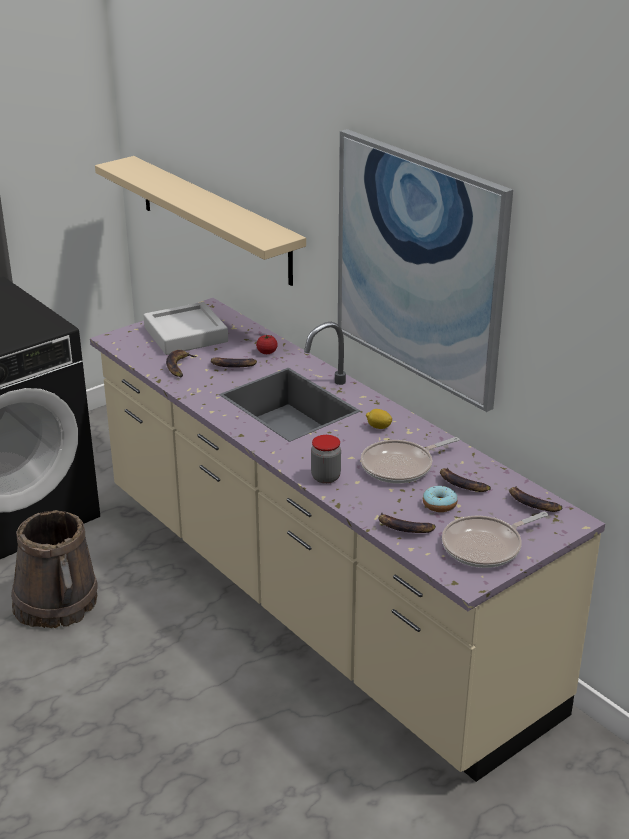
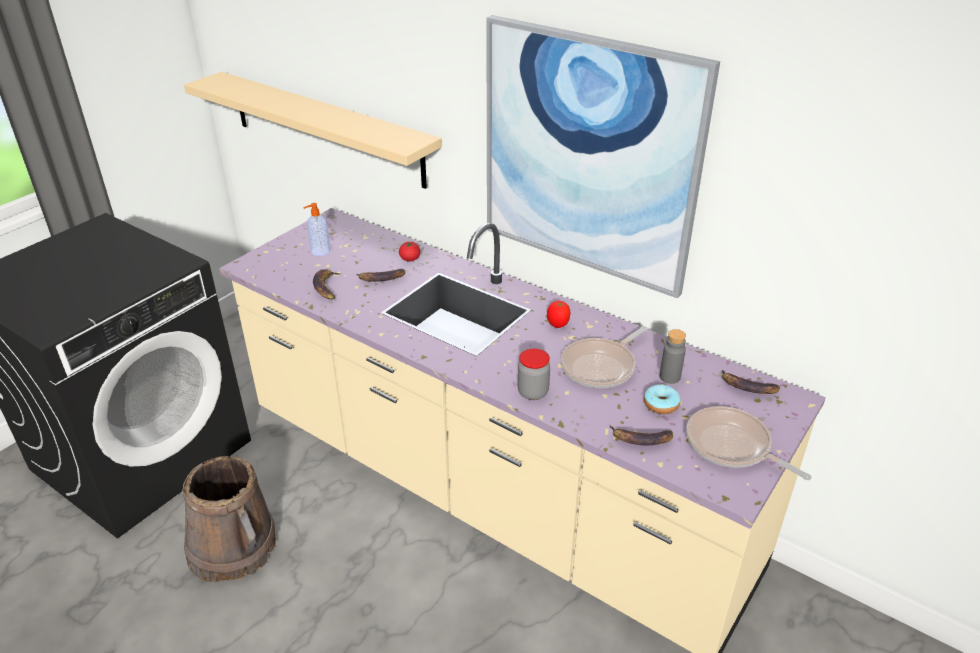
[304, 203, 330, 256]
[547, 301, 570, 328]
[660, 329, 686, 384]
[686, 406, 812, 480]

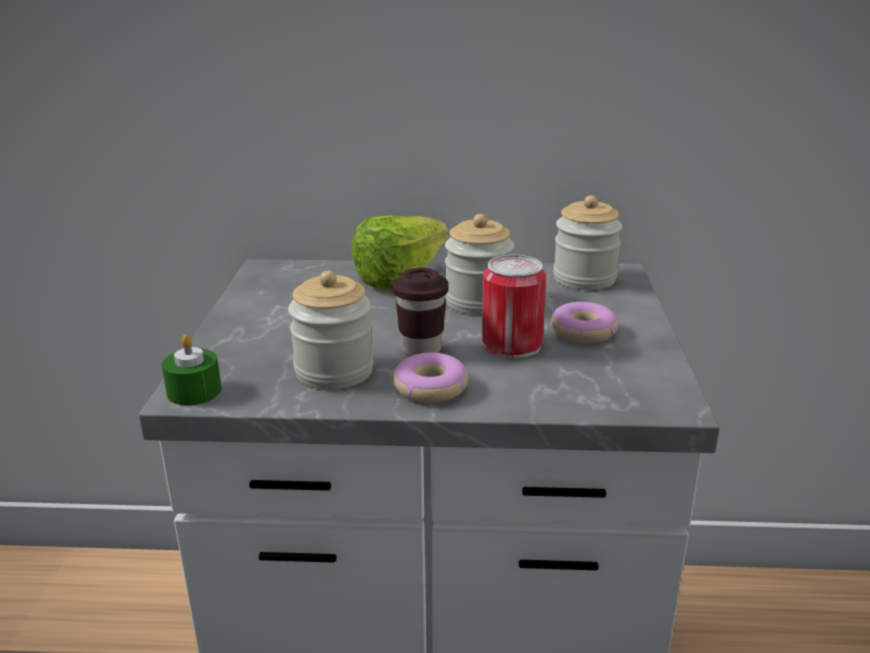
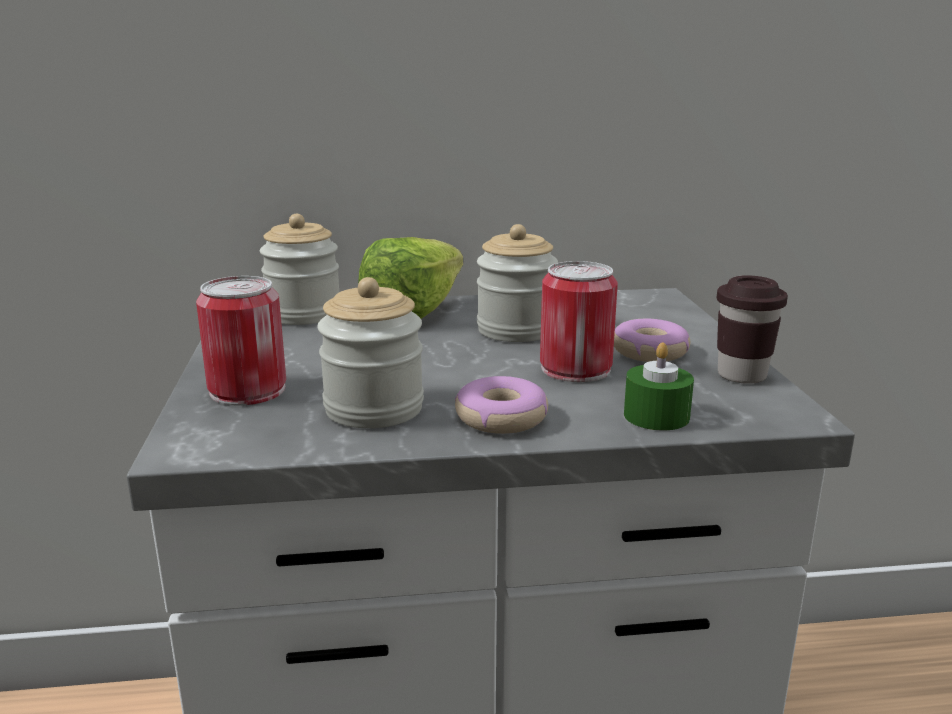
[260, 214, 339, 325]
[717, 275, 788, 384]
[624, 342, 694, 430]
[196, 276, 286, 406]

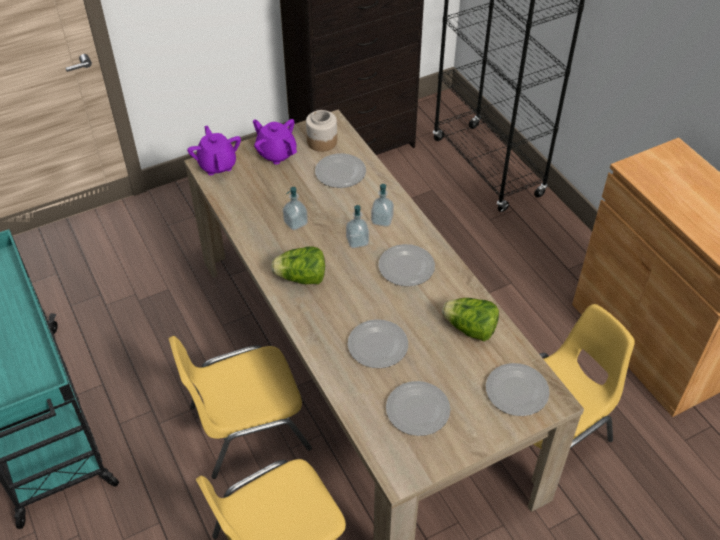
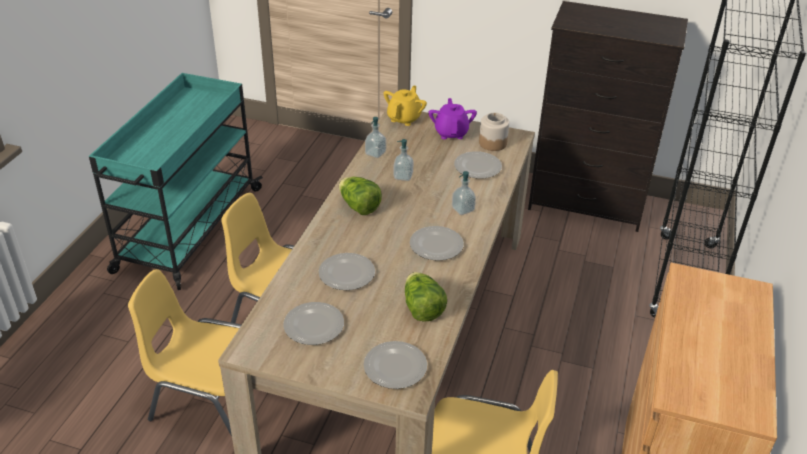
[384, 85, 427, 126]
[365, 117, 386, 158]

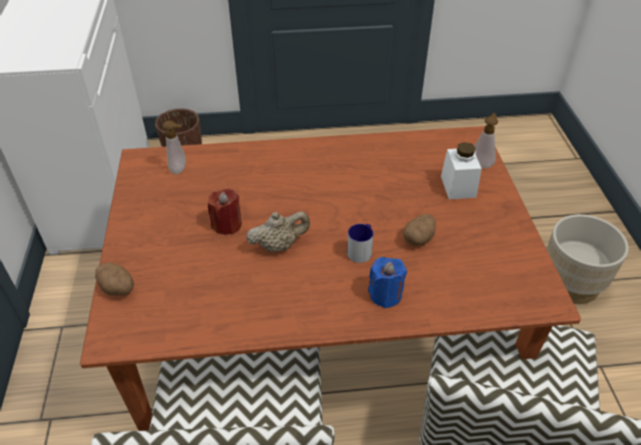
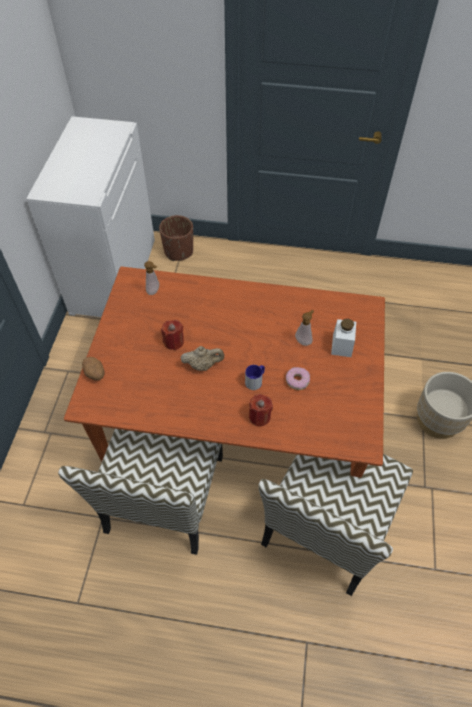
[295, 310, 314, 346]
[286, 367, 310, 390]
[249, 394, 273, 426]

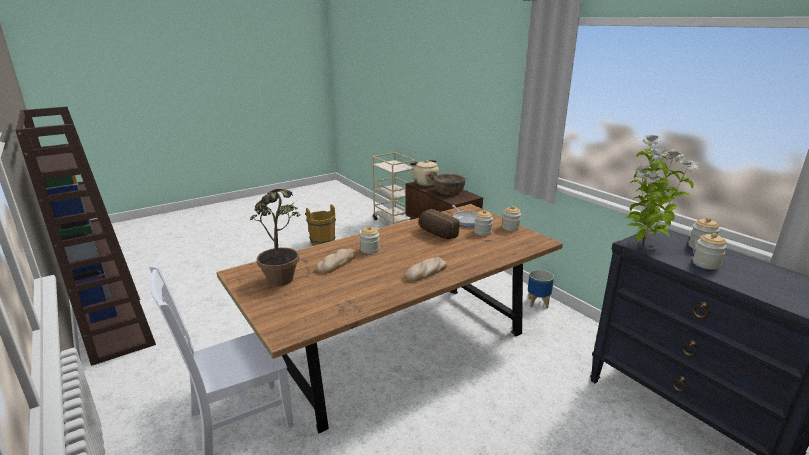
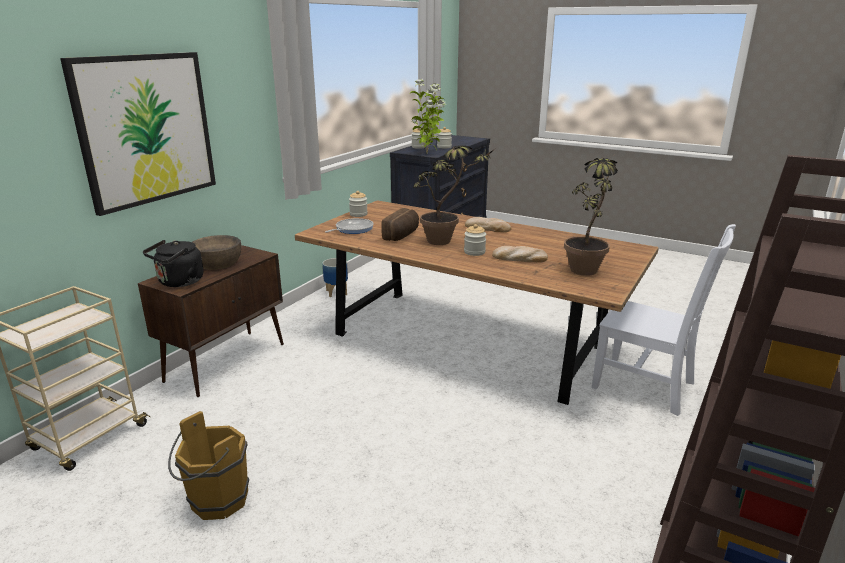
[143, 240, 203, 287]
[474, 210, 493, 236] (first image)
[60, 52, 216, 216]
[413, 145, 495, 245]

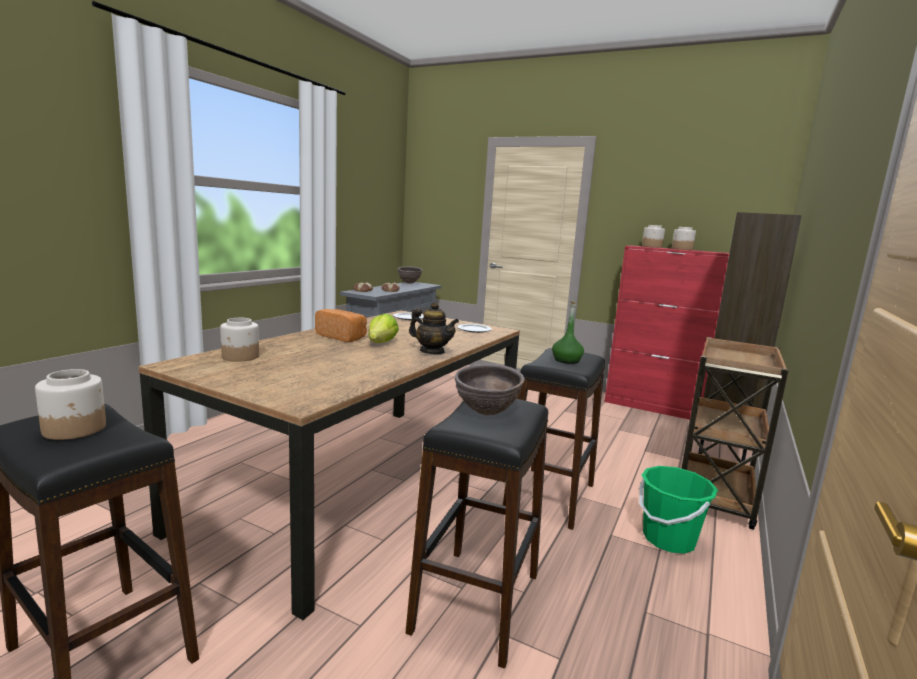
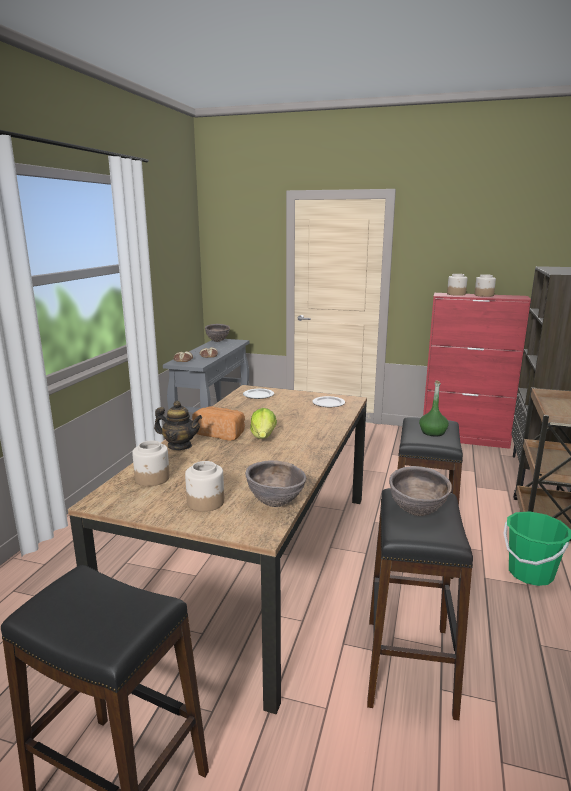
[154, 401, 202, 450]
[185, 461, 224, 512]
[245, 460, 307, 507]

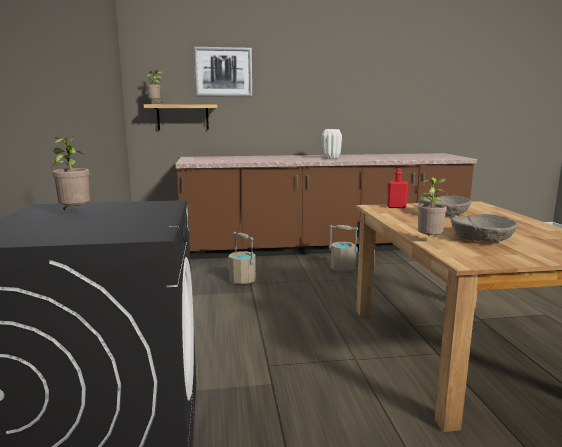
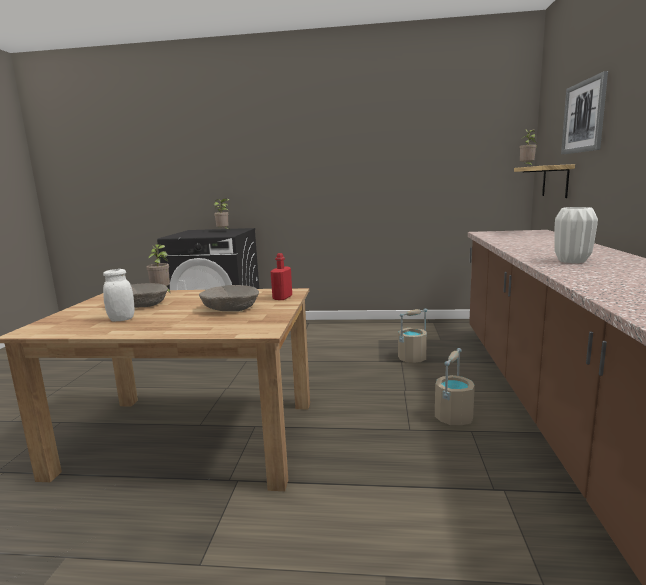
[103, 269, 134, 321]

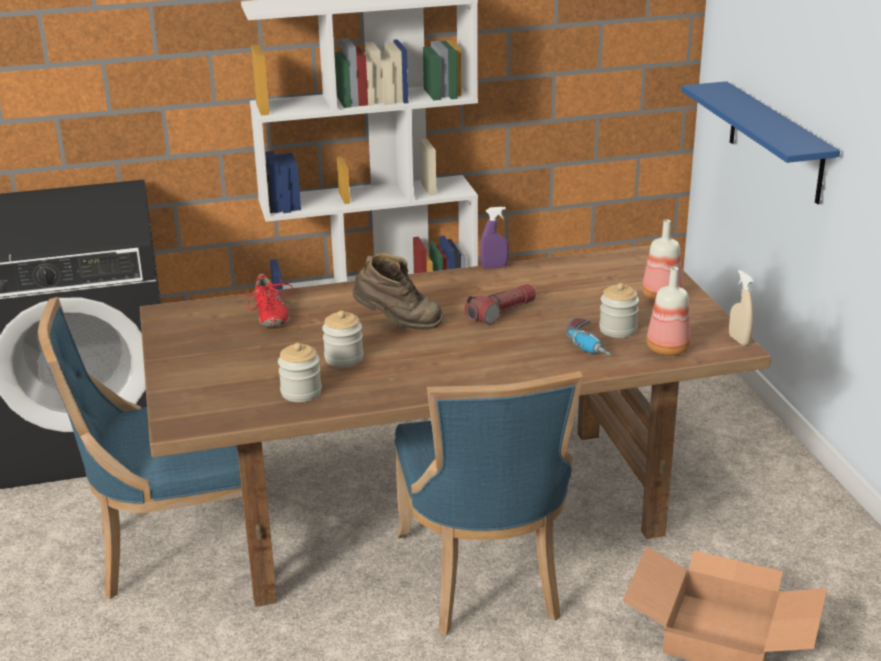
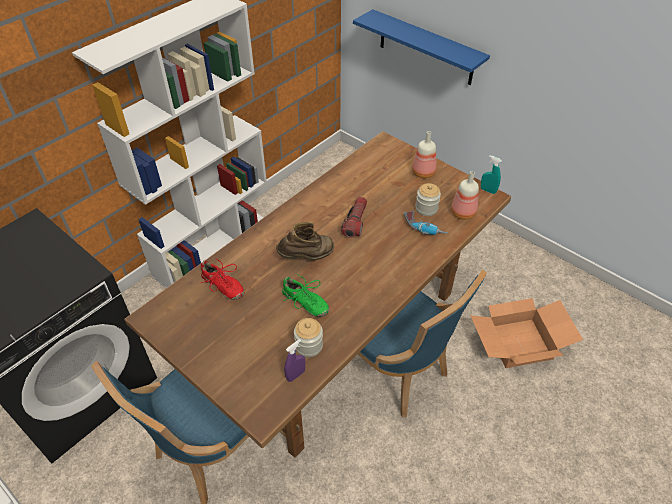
[284, 339, 305, 382]
[481, 155, 502, 194]
[282, 274, 329, 317]

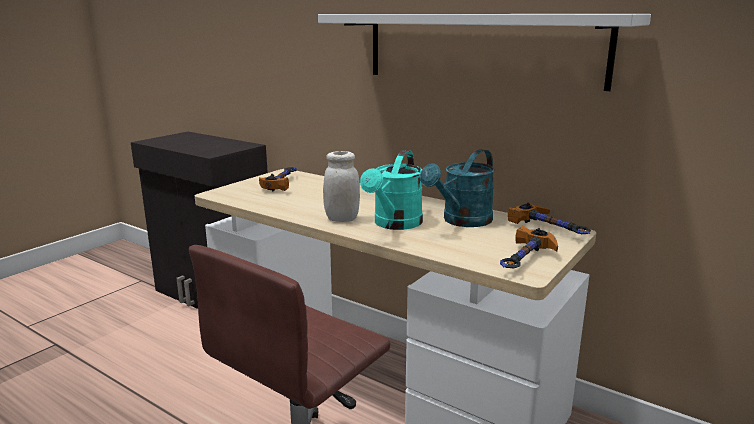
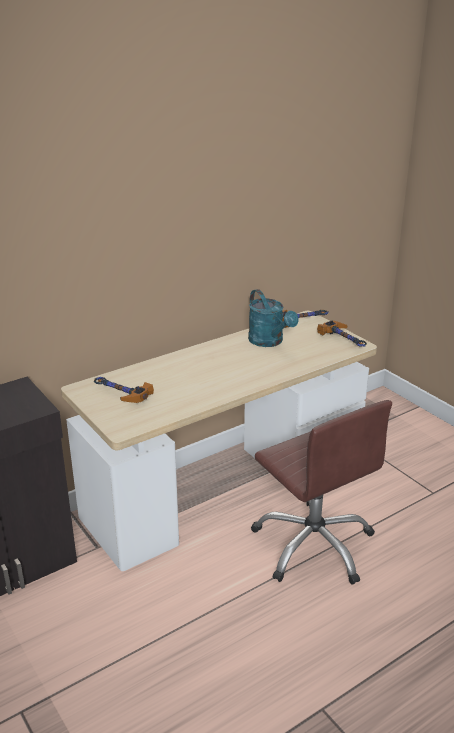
[318, 14, 651, 91] (first image)
[360, 150, 423, 230] (first image)
[323, 151, 360, 222] (first image)

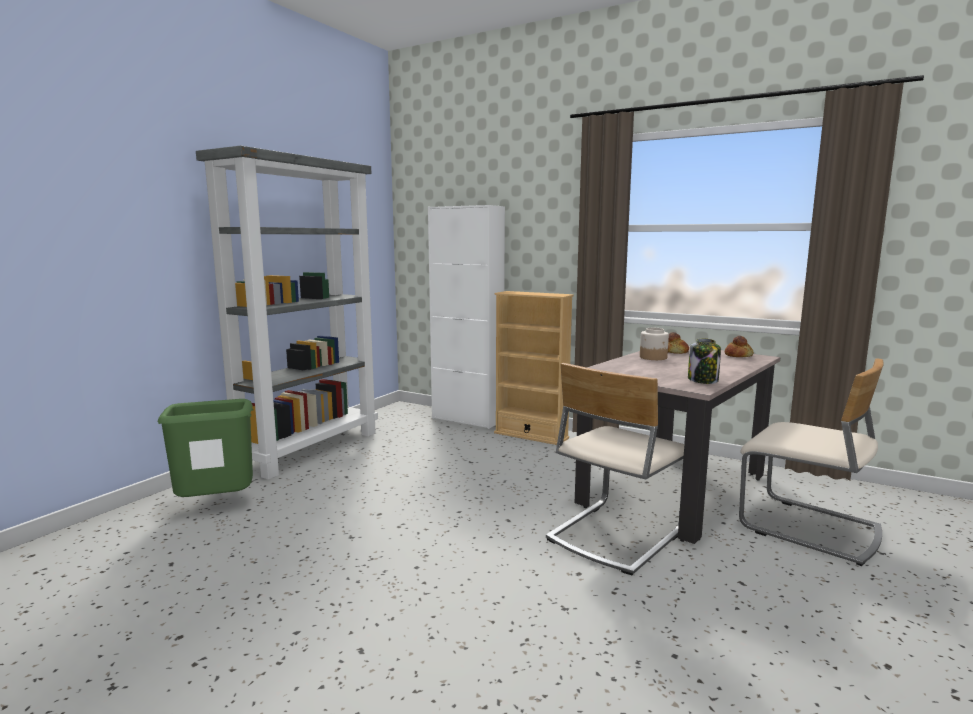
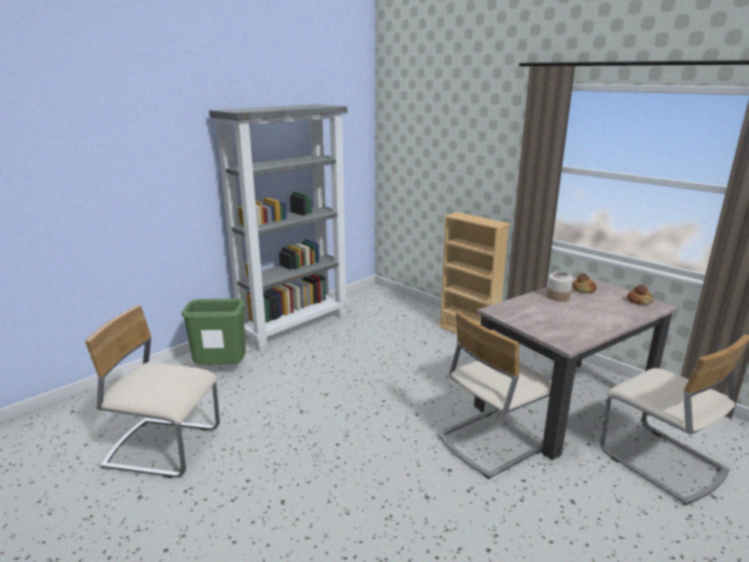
[428, 205, 505, 429] (first image)
[688, 338, 721, 384] (first image)
[85, 305, 220, 478]

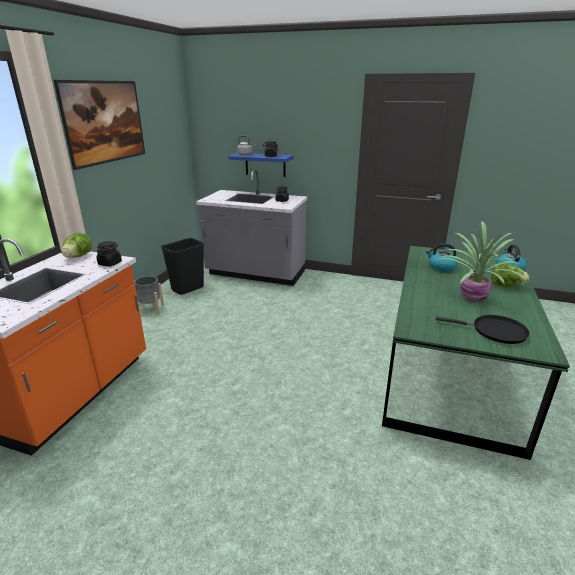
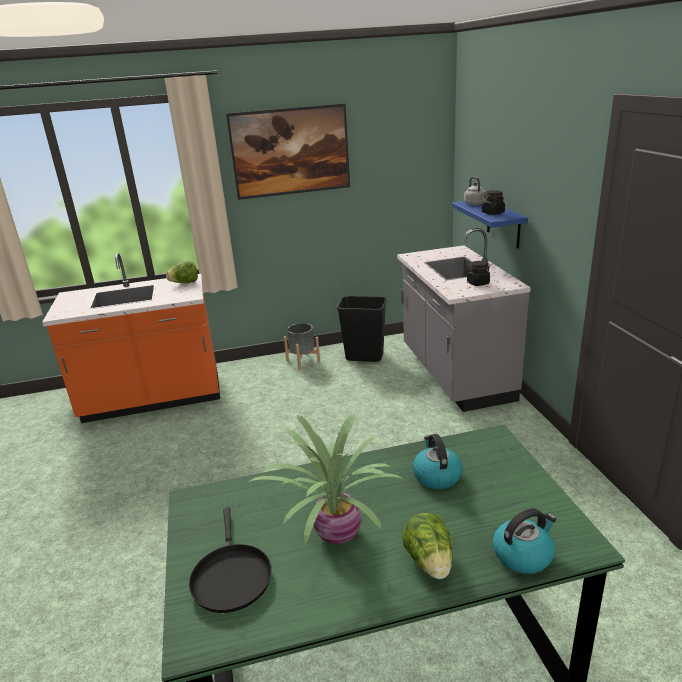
[97, 241, 122, 266] (first image)

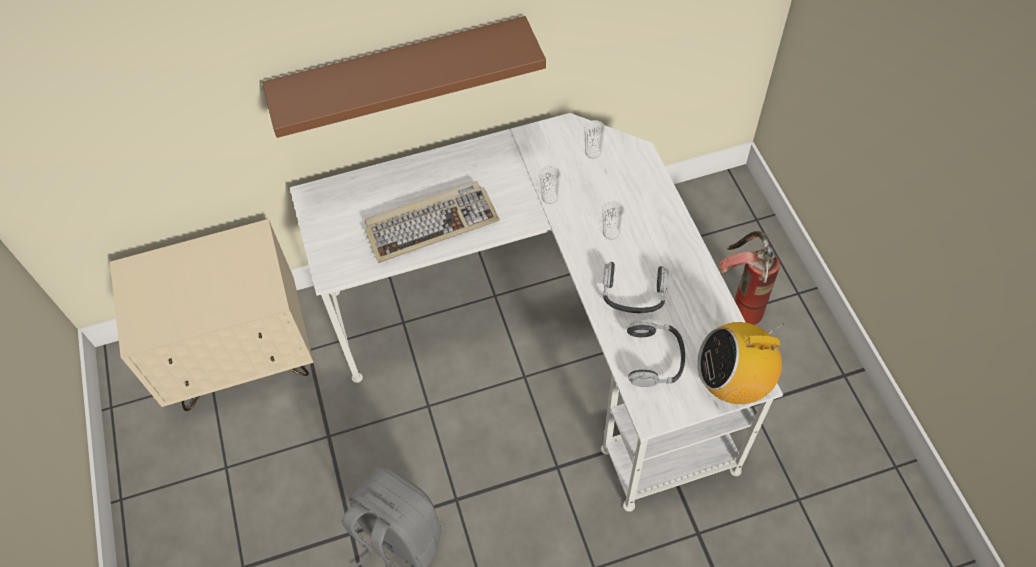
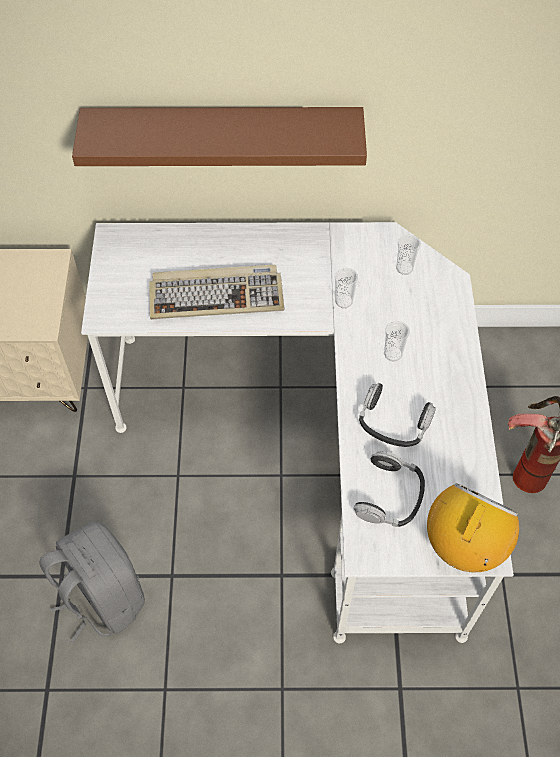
[427, 483, 519, 572]

